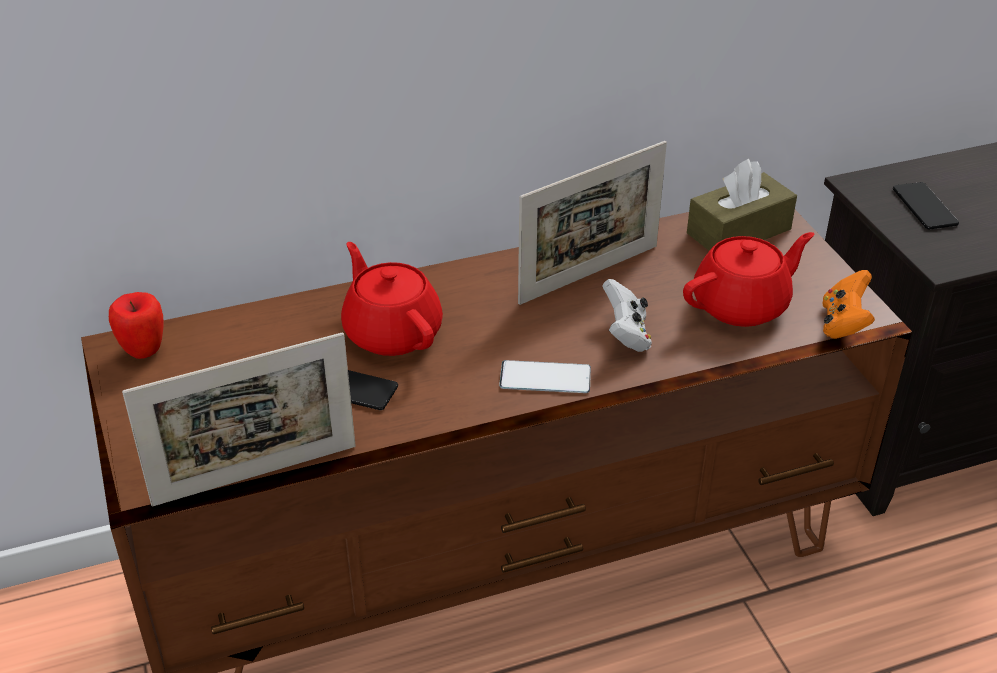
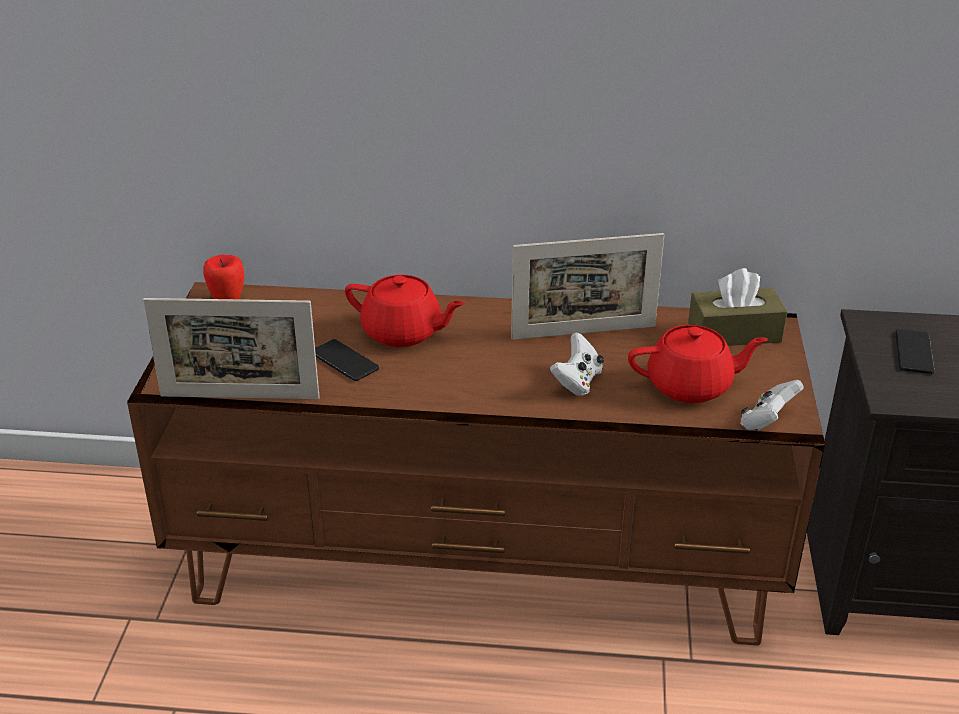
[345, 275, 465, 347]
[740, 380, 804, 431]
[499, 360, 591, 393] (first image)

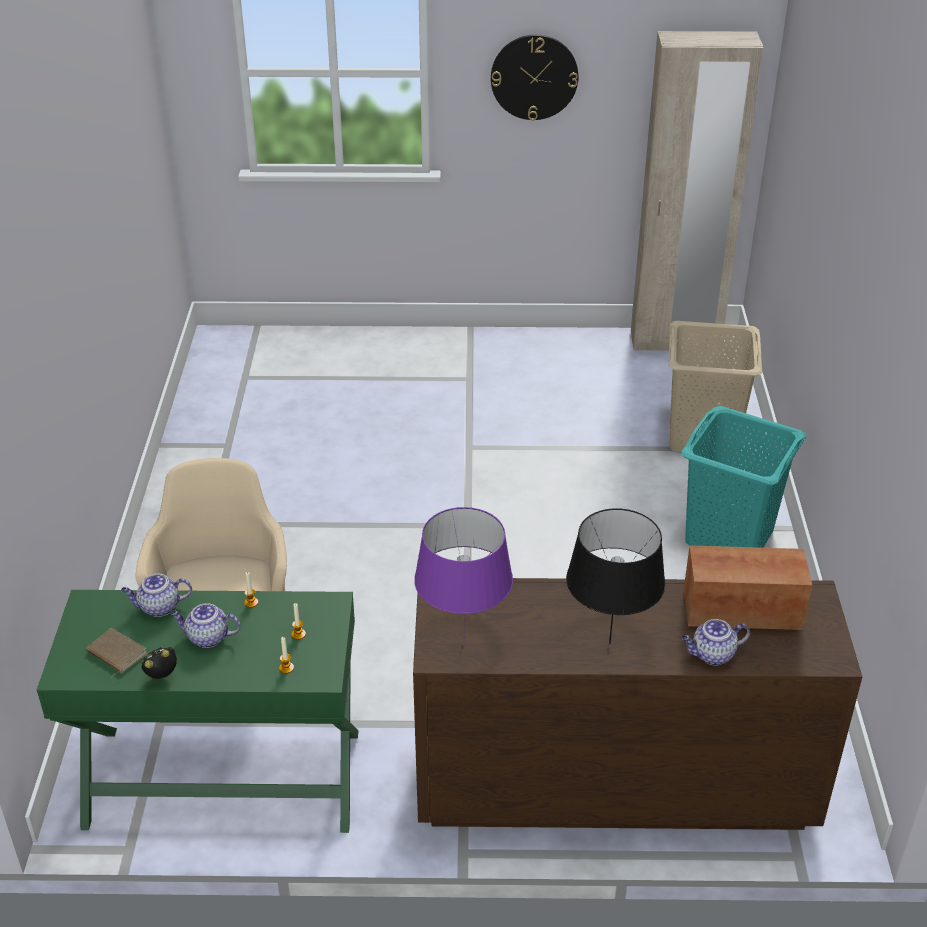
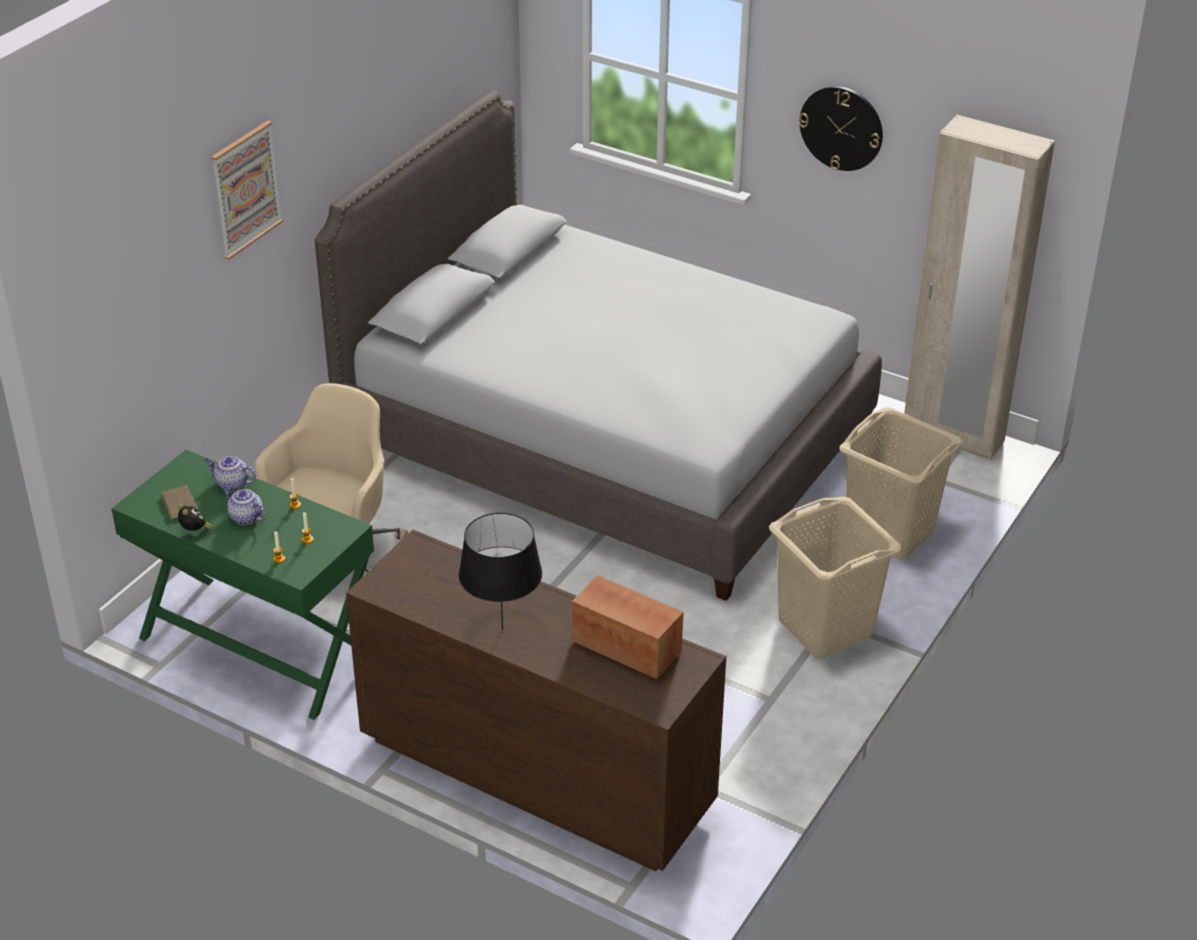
[769, 497, 902, 658]
[414, 507, 513, 643] (first image)
[682, 619, 750, 665] (first image)
[177, 504, 213, 531]
[315, 90, 882, 601]
[211, 120, 283, 260]

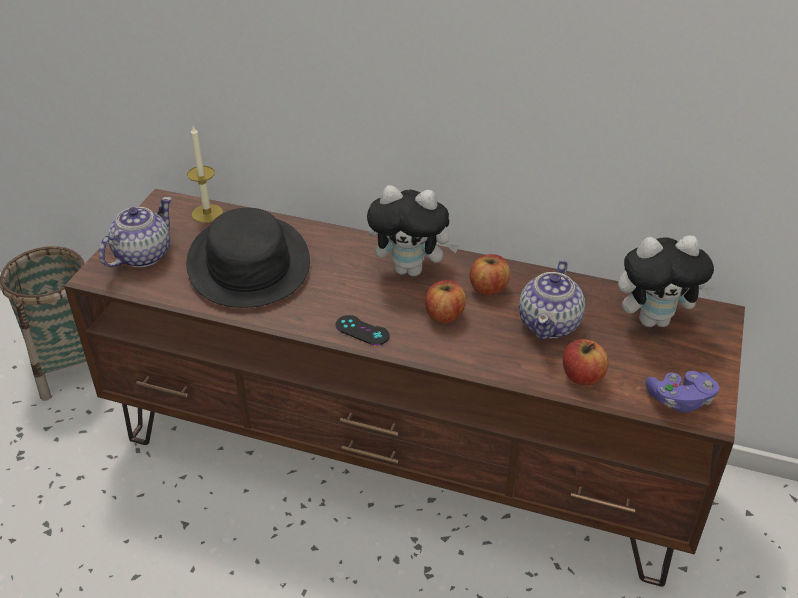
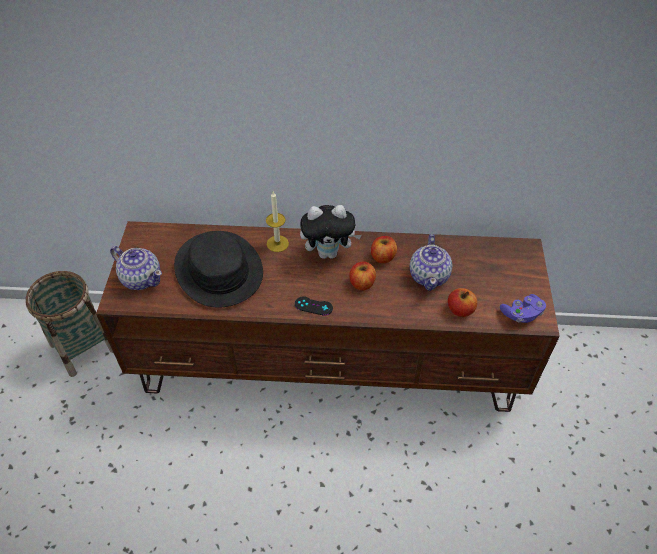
[266, 192, 289, 252]
[110, 246, 162, 290]
[618, 235, 714, 327] (first image)

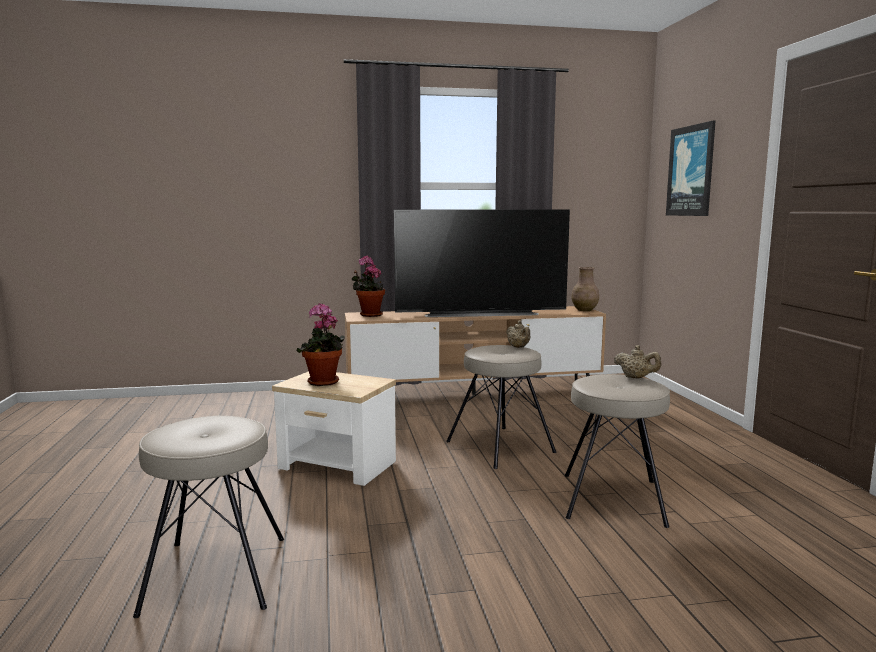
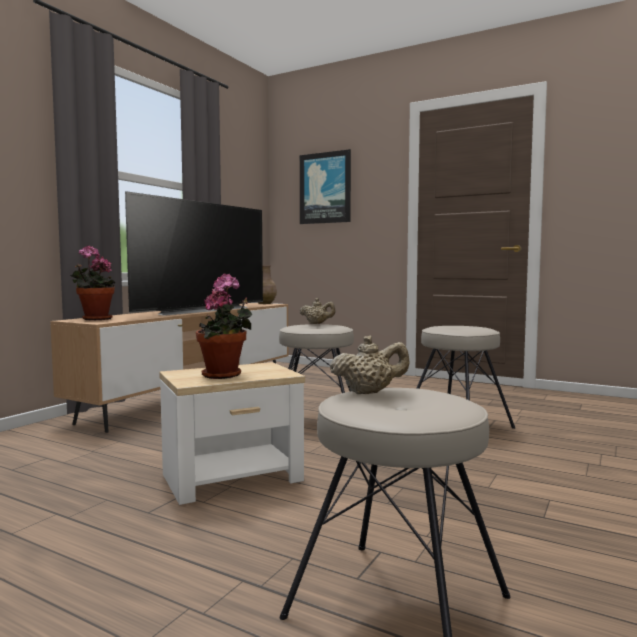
[330, 336, 409, 394]

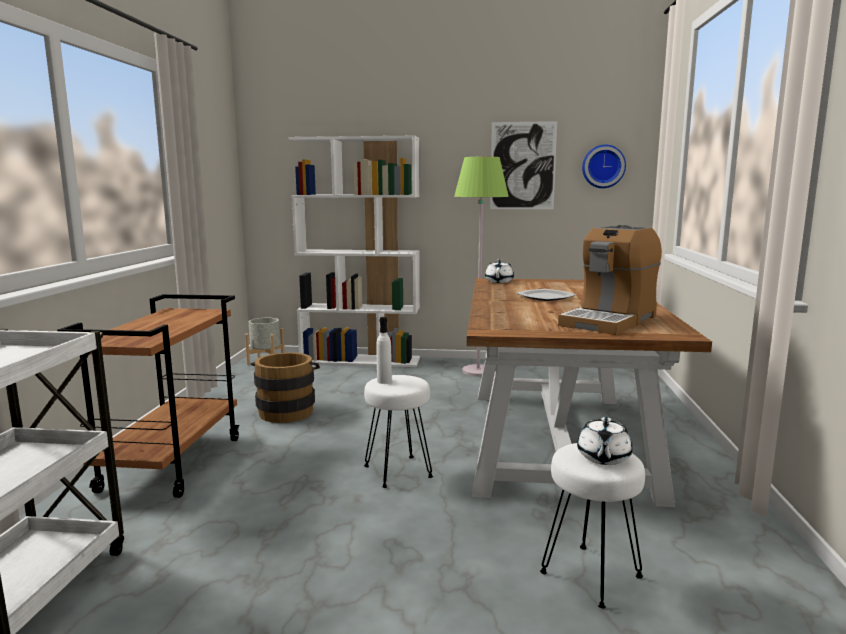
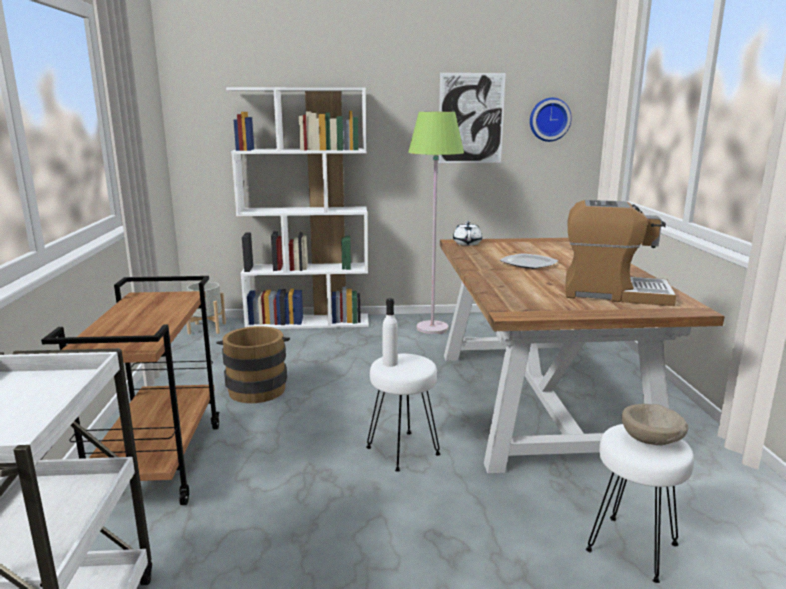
[566, 200, 676, 306]
[622, 404, 688, 445]

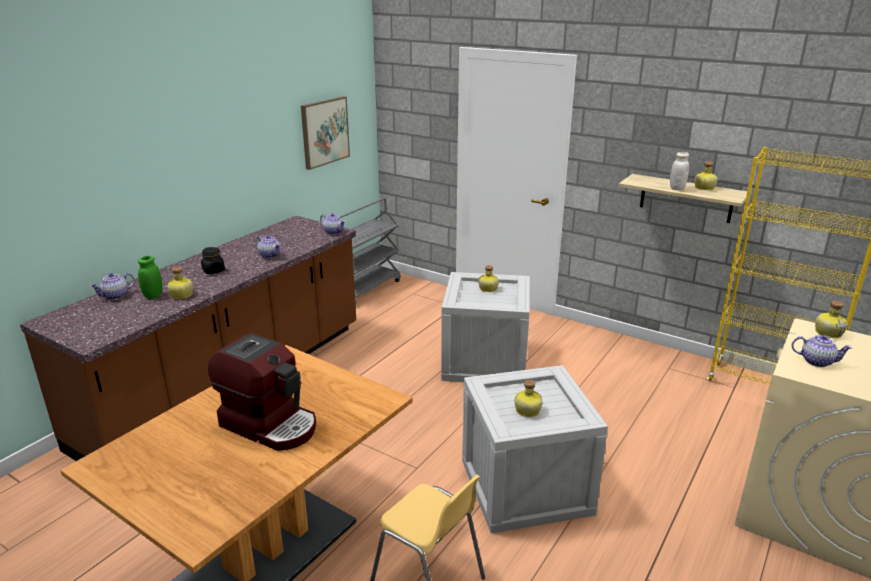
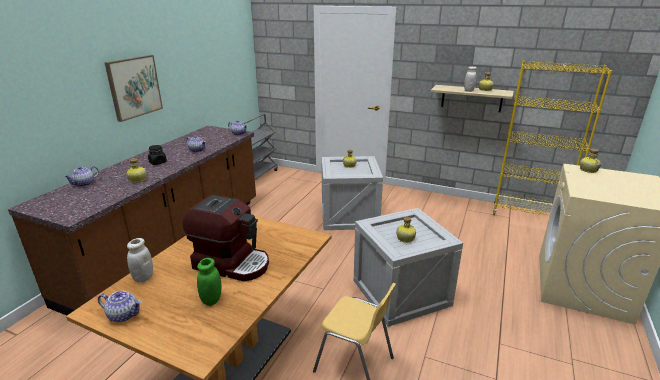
[105, 55, 163, 122]
[197, 258, 222, 306]
[98, 291, 142, 322]
[127, 238, 153, 283]

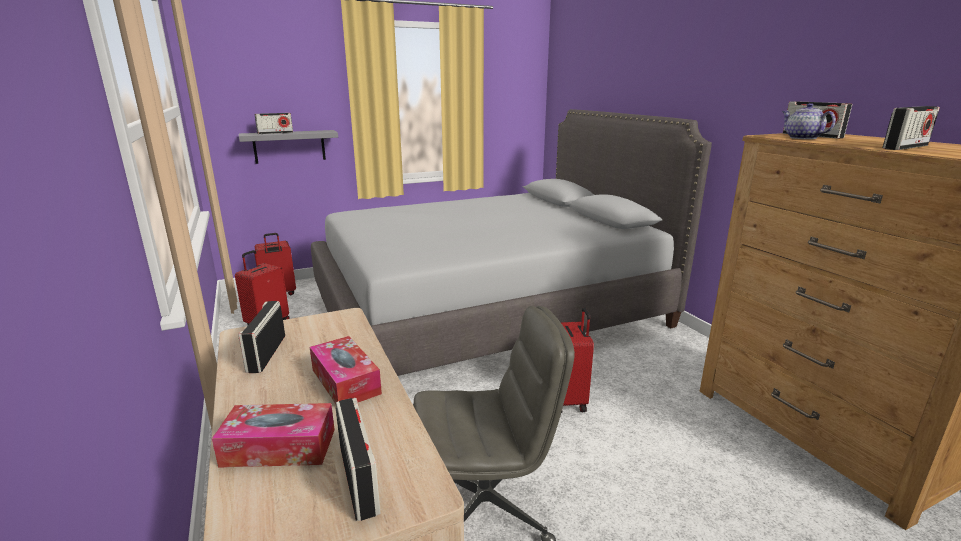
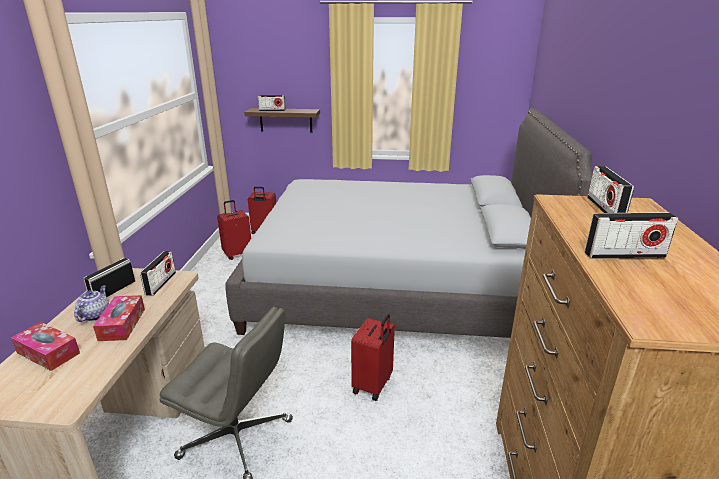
[74, 285, 109, 322]
[244, 108, 320, 133]
[140, 251, 176, 296]

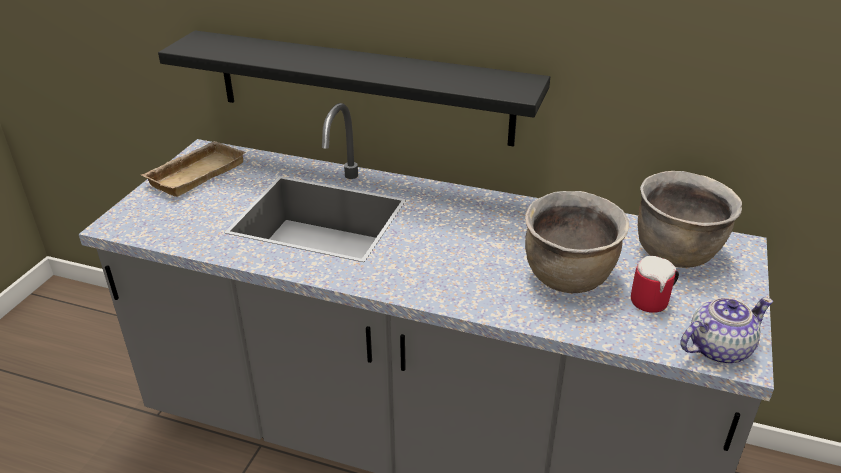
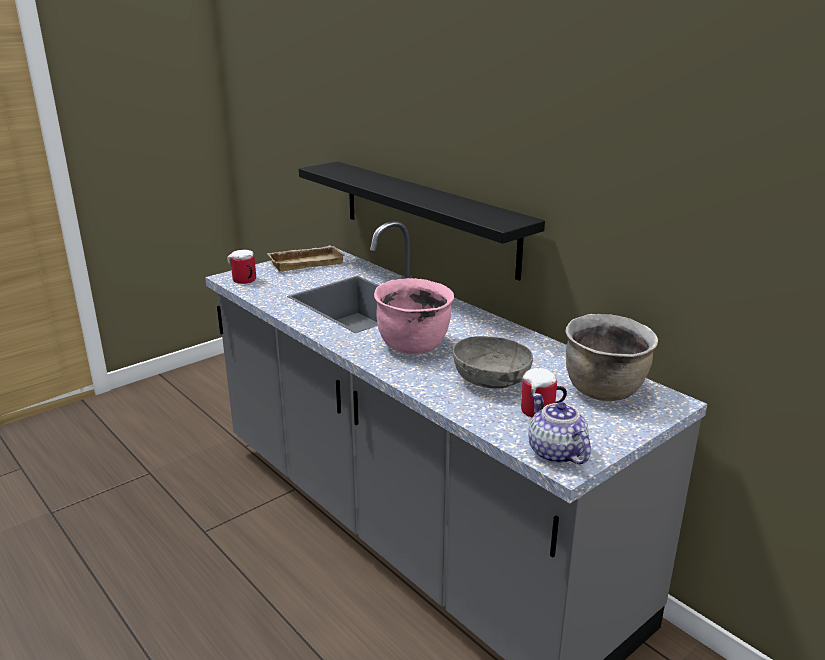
[453, 336, 533, 389]
[528, 393, 591, 464]
[227, 250, 256, 284]
[374, 278, 454, 354]

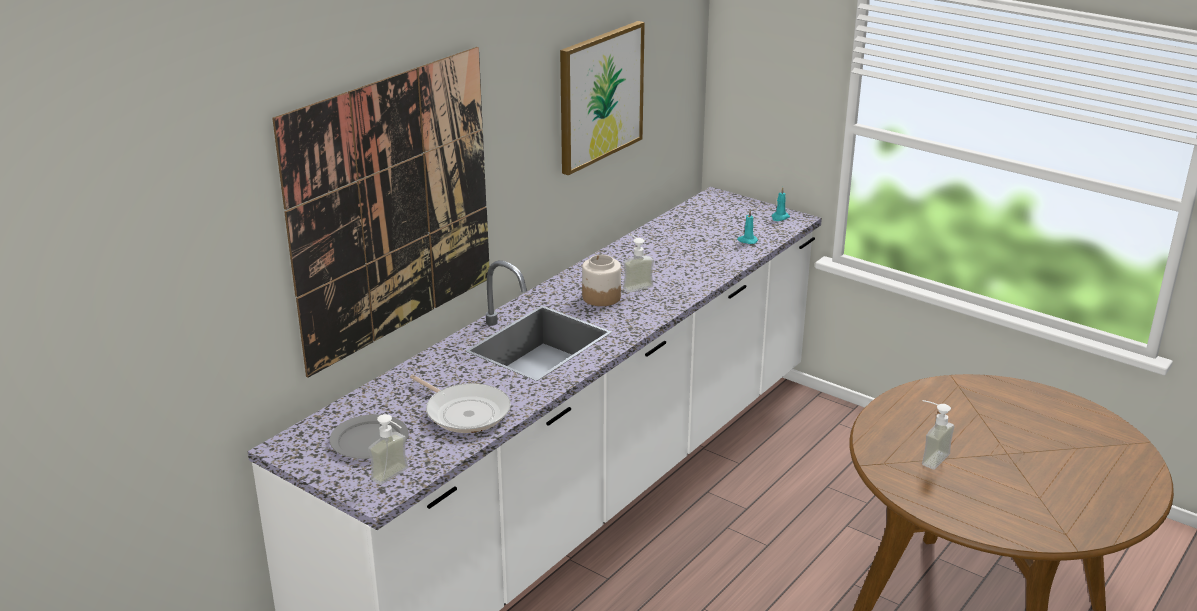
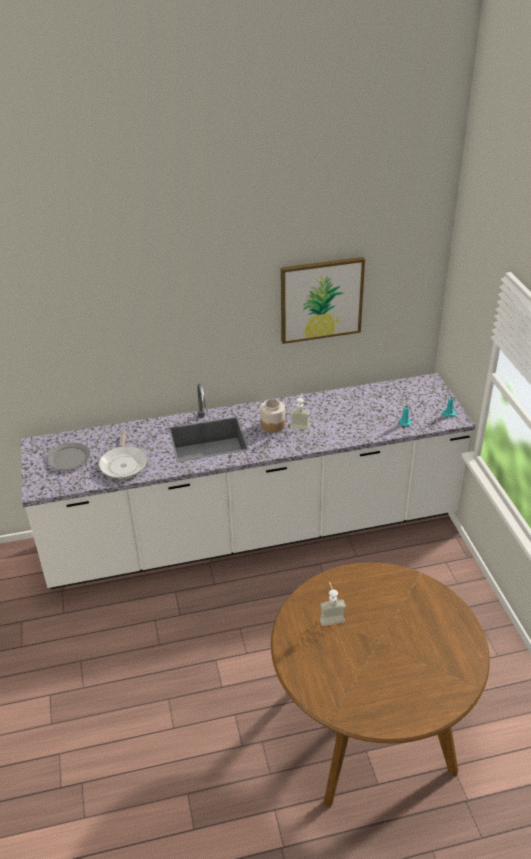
[272, 47, 489, 378] (first image)
[368, 414, 408, 485] (first image)

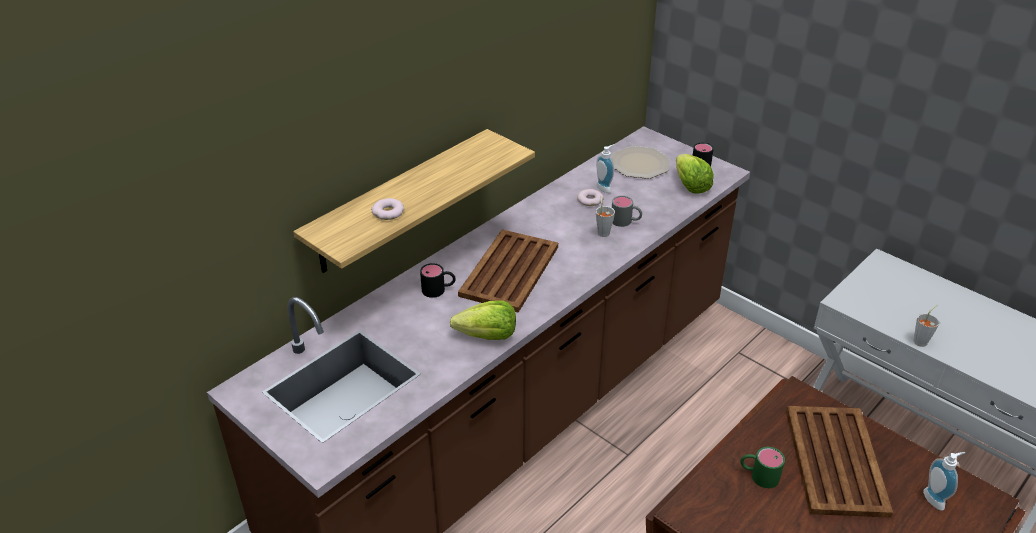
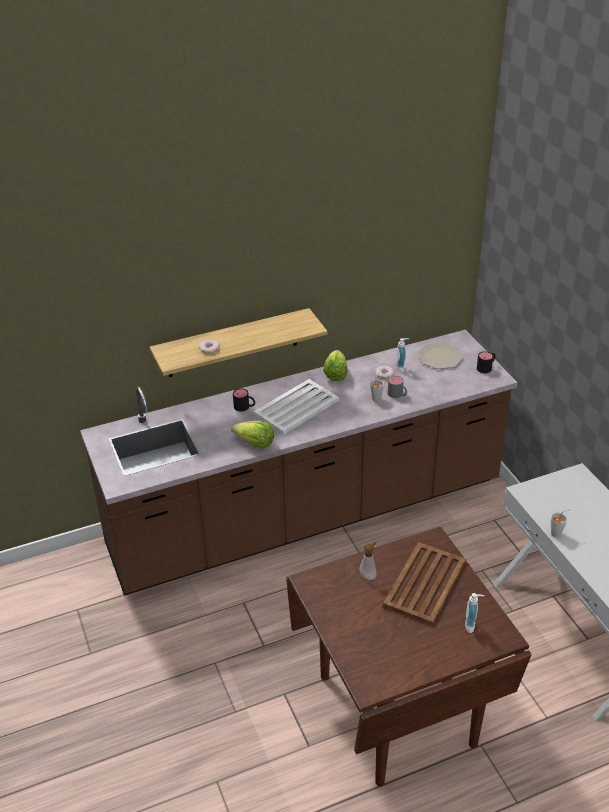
[323, 350, 347, 381]
[254, 379, 339, 435]
[360, 542, 377, 580]

